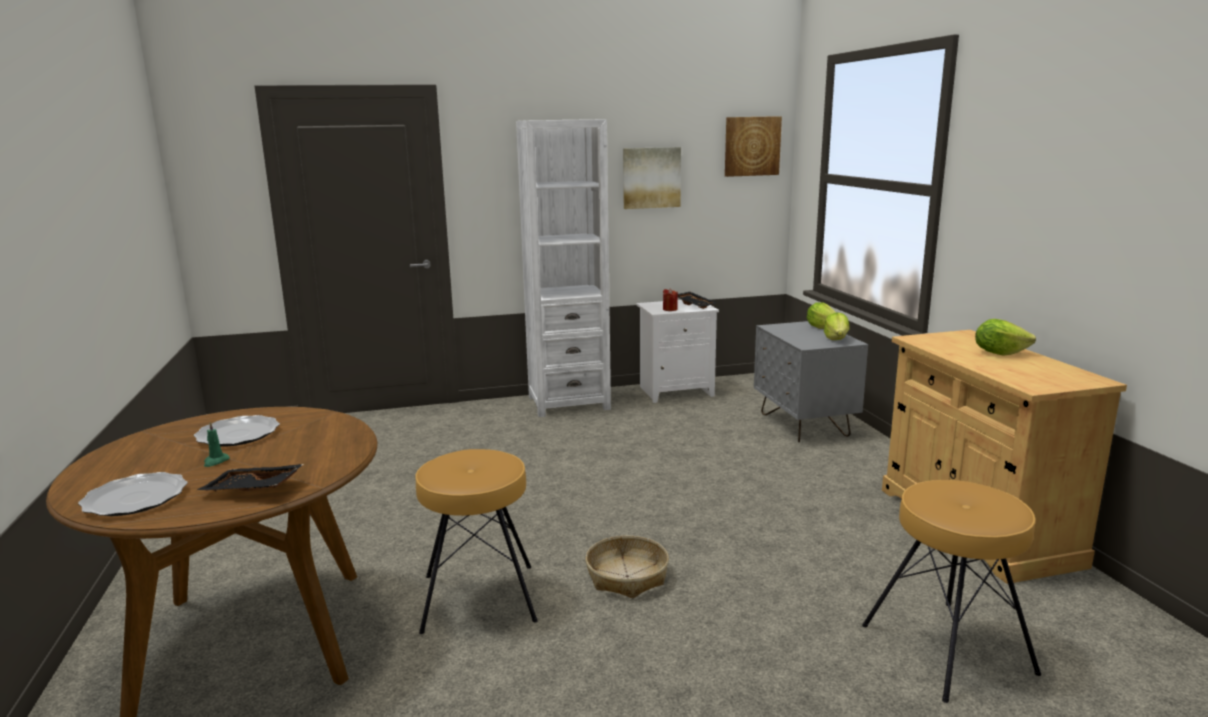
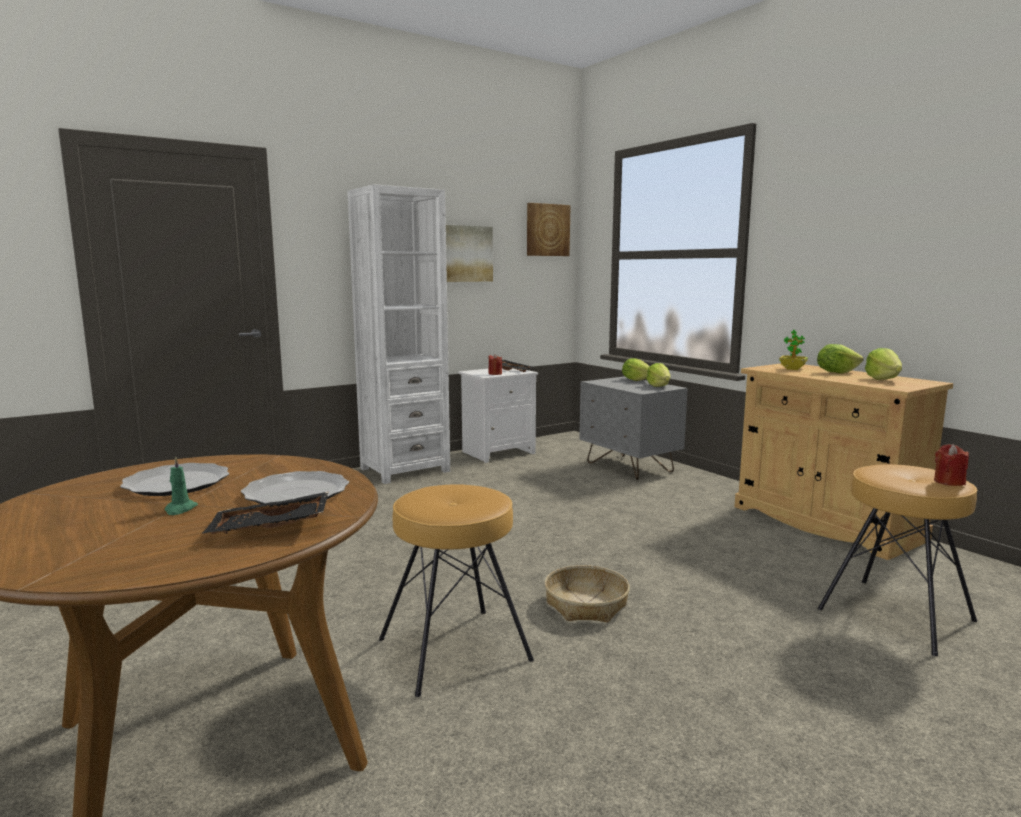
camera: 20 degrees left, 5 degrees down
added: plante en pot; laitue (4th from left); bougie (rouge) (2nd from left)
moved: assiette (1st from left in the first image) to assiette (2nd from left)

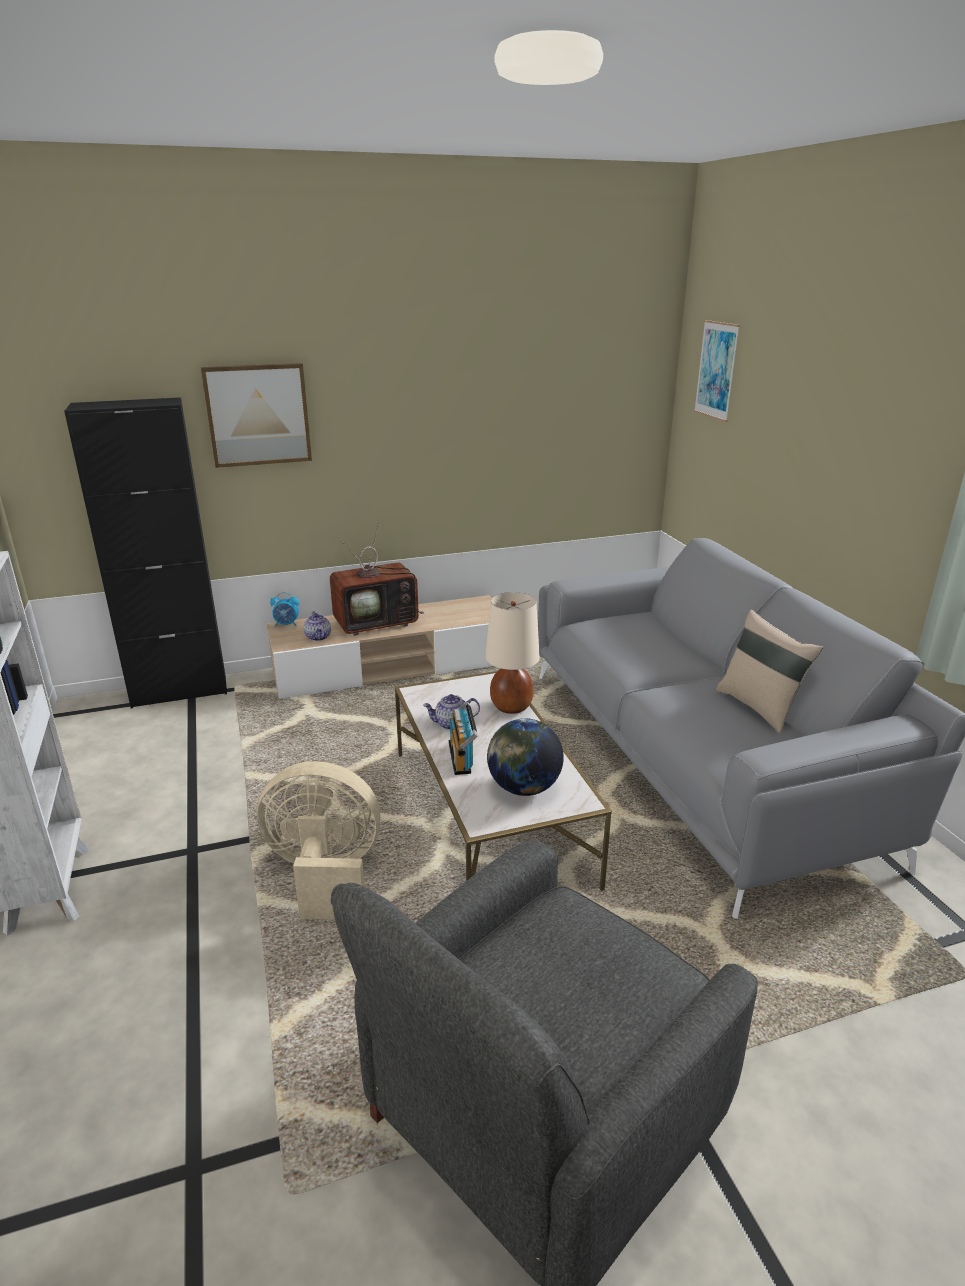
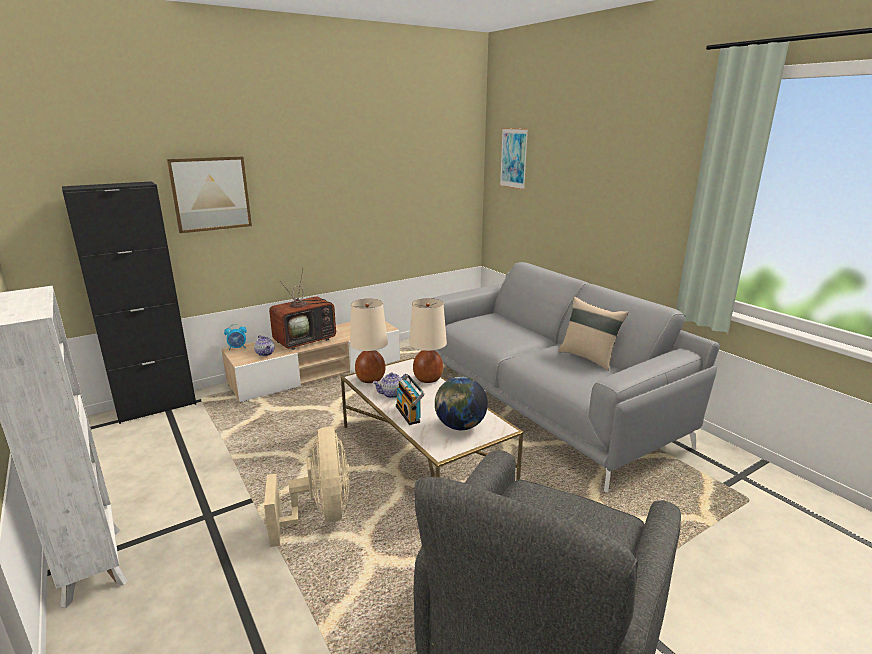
camera: 15 degrees left, 5 degrees down
added: lampe de table (beige) (1st from left)
turned: ventilateur (beige) 90 degrees clockwise

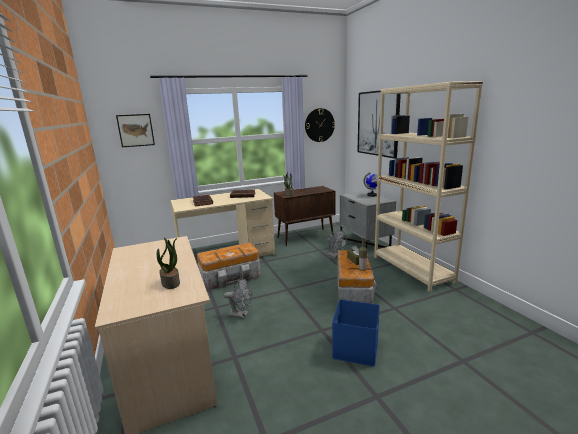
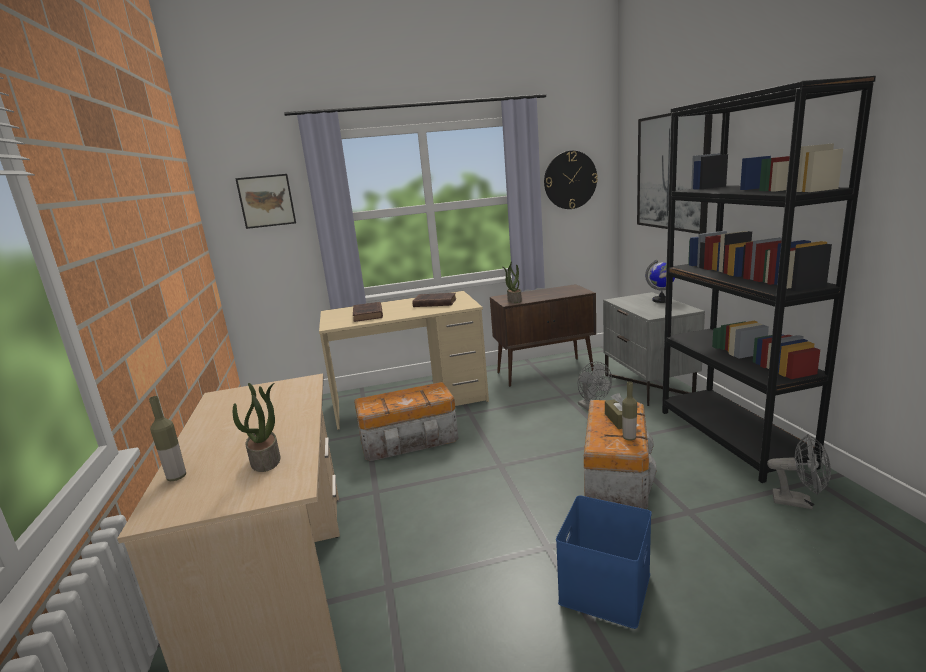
camera: 10 degrees right, 0 degrees up
added: bouteille (1st from left)
moved: ventilateur (gris) (1st from left in the first image) to ventilateur (gris) (2nd from left)
recoloured: bibliothèque (beige) to bibliothèque (noir)

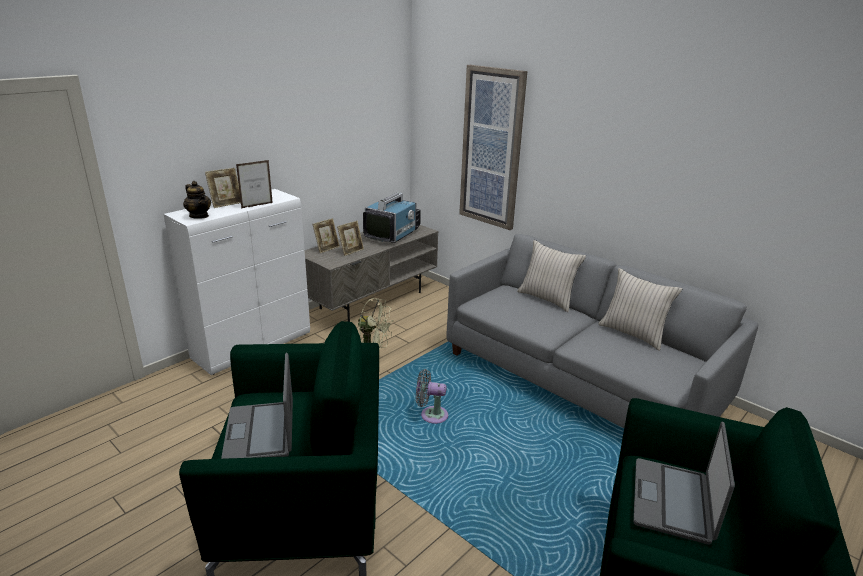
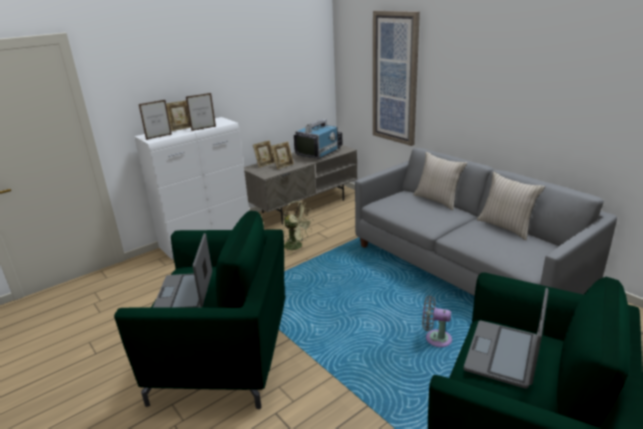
camera: 10 degrees right, 0 degrees up
moved: ventilateur (gris)
replaced: théière to cadre photo (1st from left)

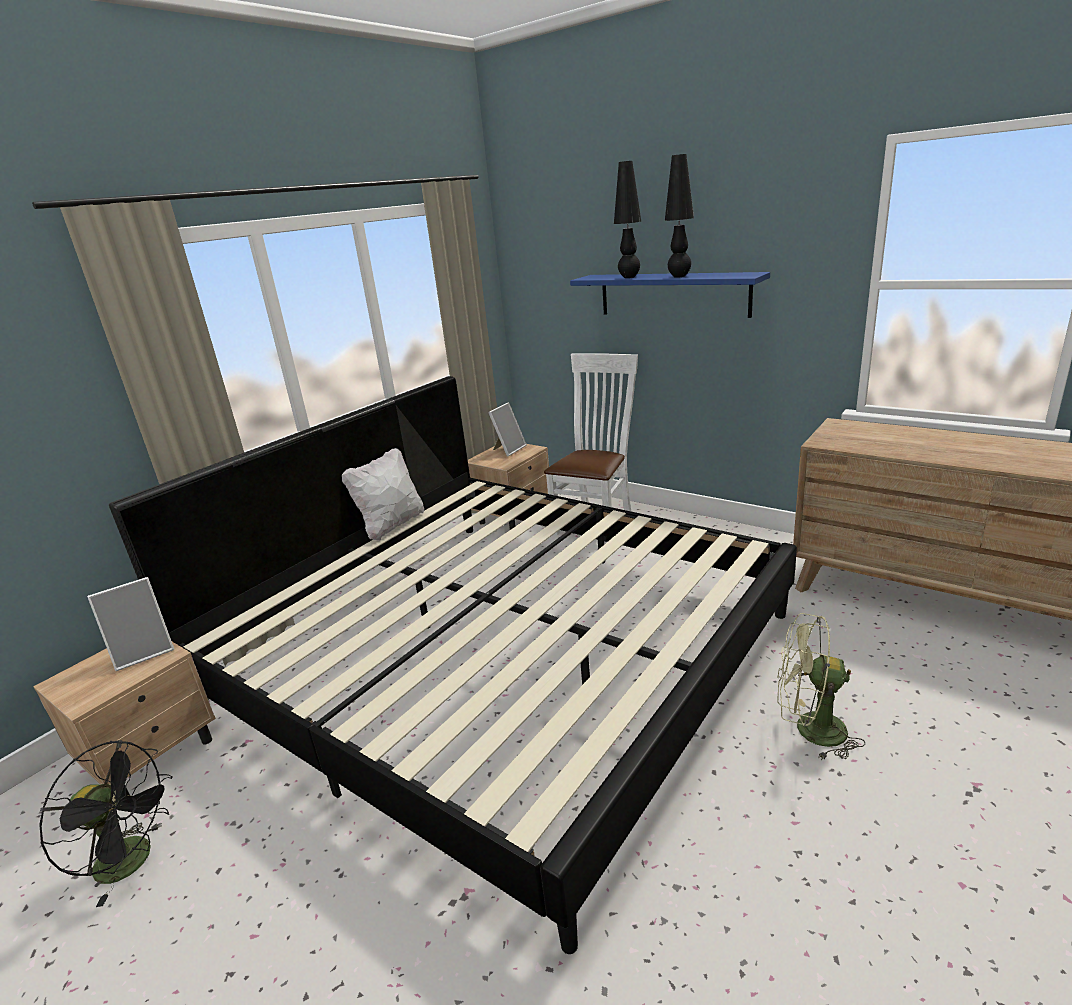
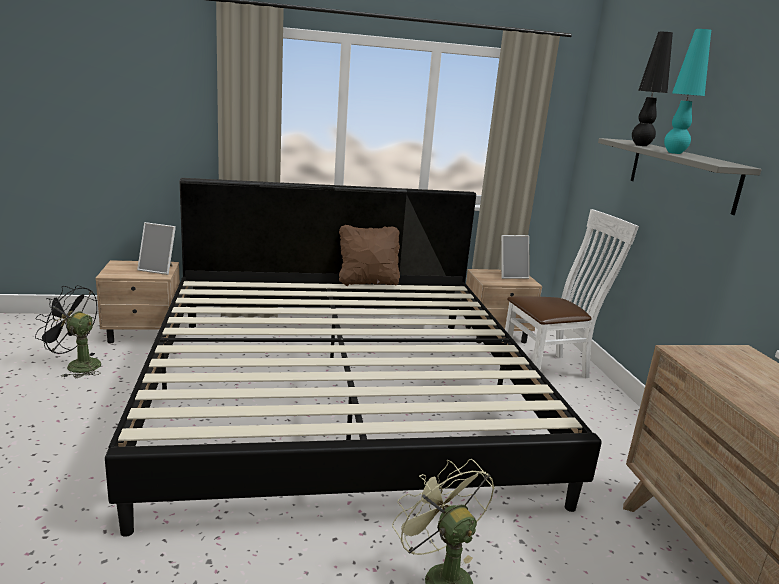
camera: 40 degrees right, 5 degrees down
recoloured: coussin (blanc) to coussin (marron); étagère (bleu) to étagère (gris); lampe de table (noir) (2nd from left) to lampe de table (turquoise)
turned: ventilateur (noir) 135 degrees clockwise

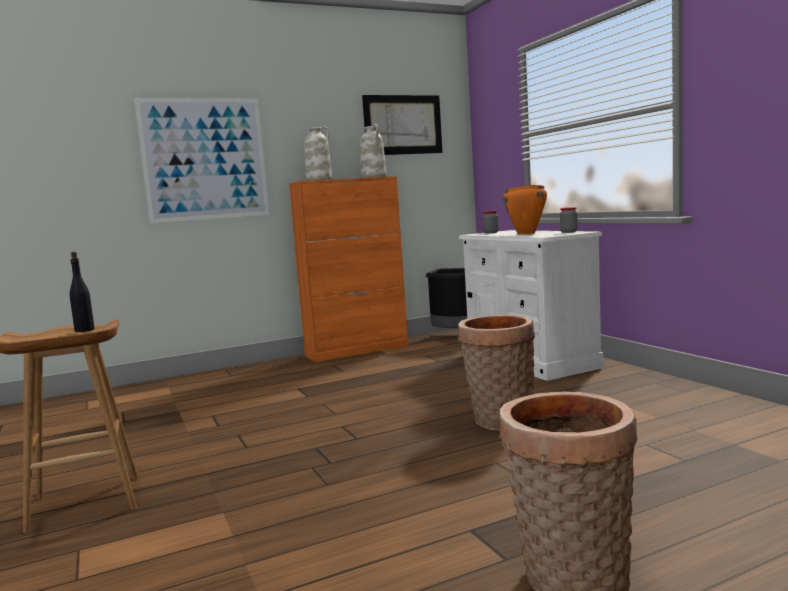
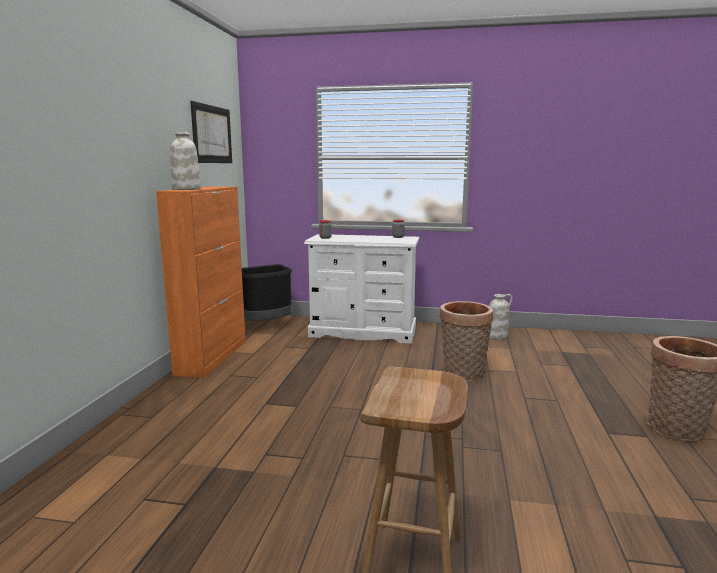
camera: 55 degrees left, 5 degrees up
removed: bouteille (noir); tableau (1st from left); marmite (orange)
moved: vase (blanc) (2nd from left)

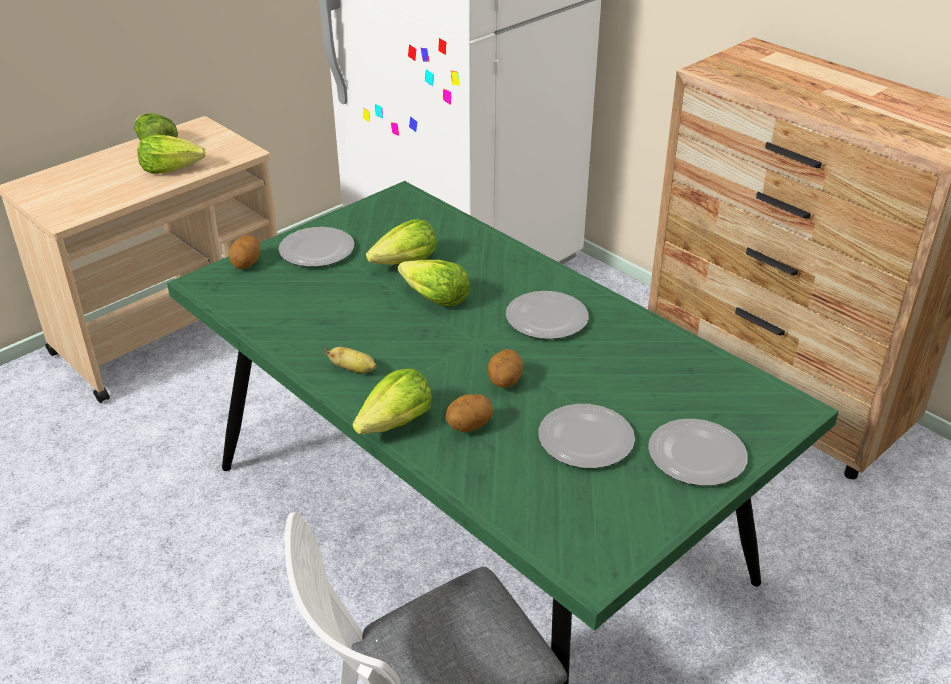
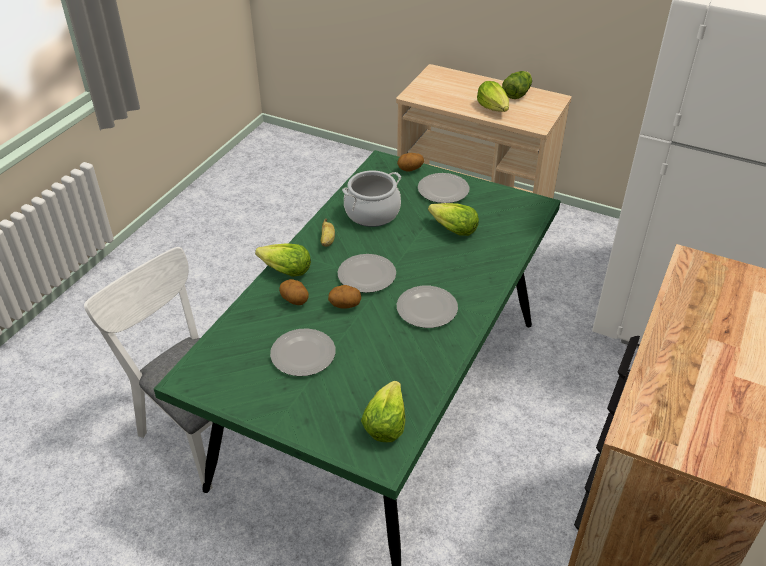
camera: 70 degrees right, 5 degrees up
added: marmite
moved: laitue (5th from left in the first image) to laitue (2nd from left); assiette (4th from left in the first image) to assiette (2nd from left)

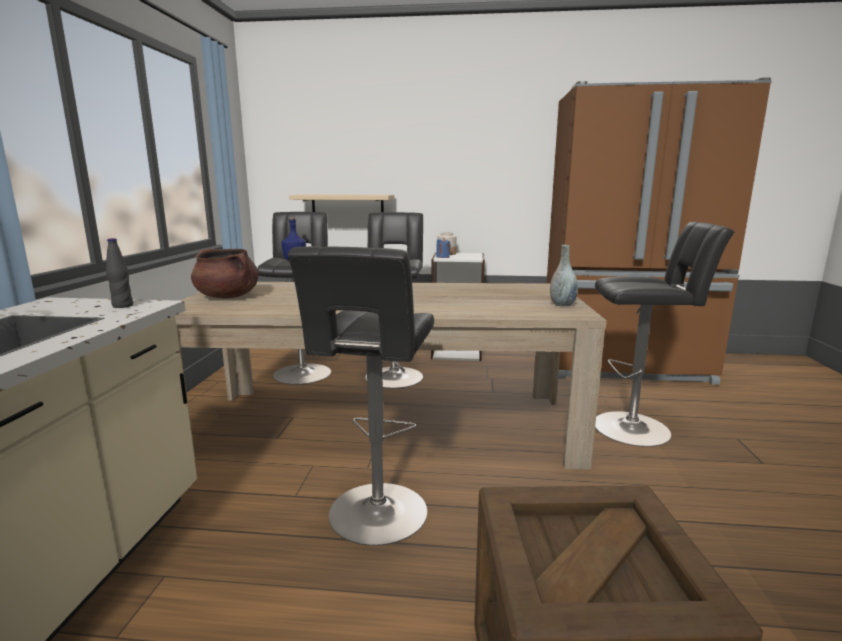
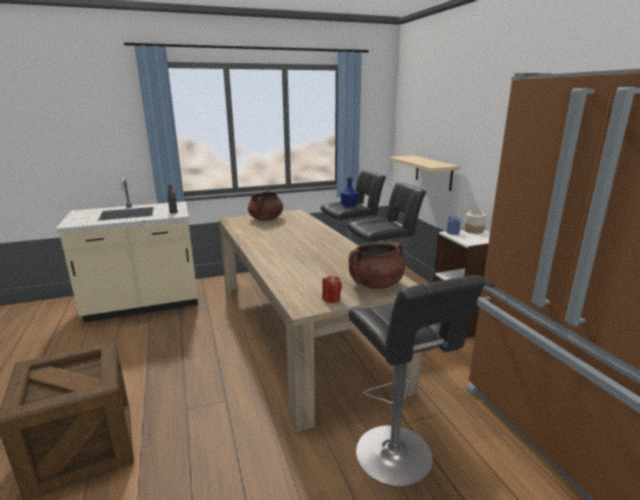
camera: 65 degrees right, 5 degrees up
removed: tabouret (noir) (2nd from left)
added: marmite (marron) (2nd from left)
replaced: vase (gris) to bougie (rouge)

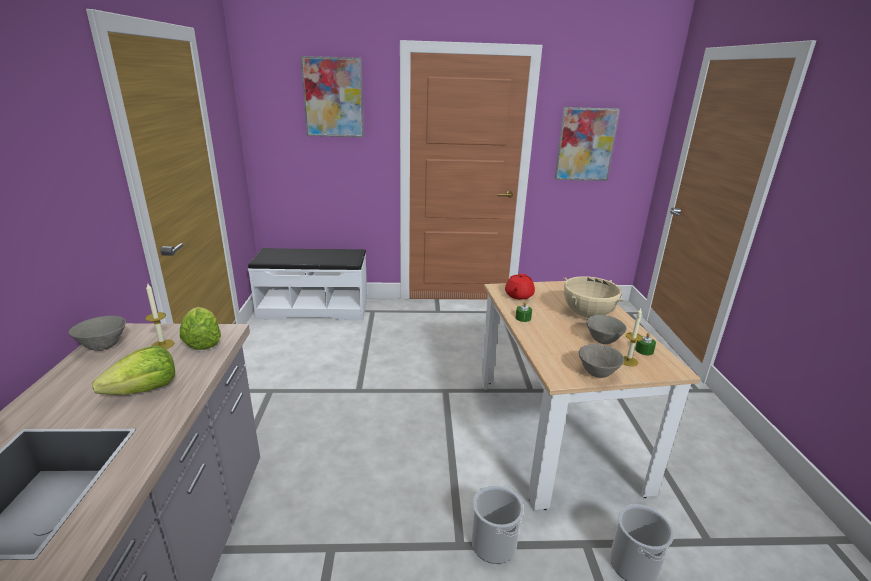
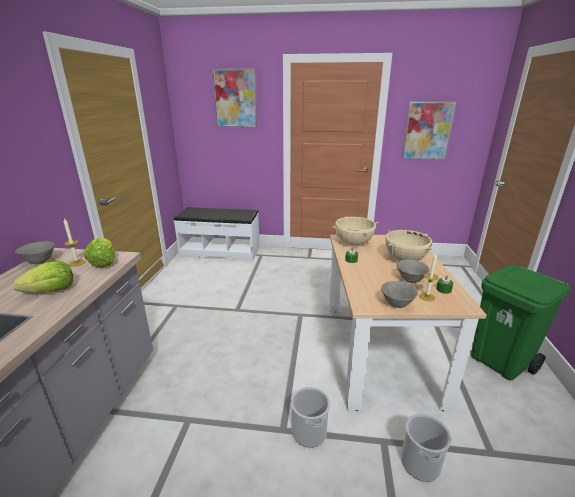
camera: 10 degrees right, 0 degrees up
added: poubelle (vert)
replaced: théière (rouge) to marmite (beige) (1st from left)

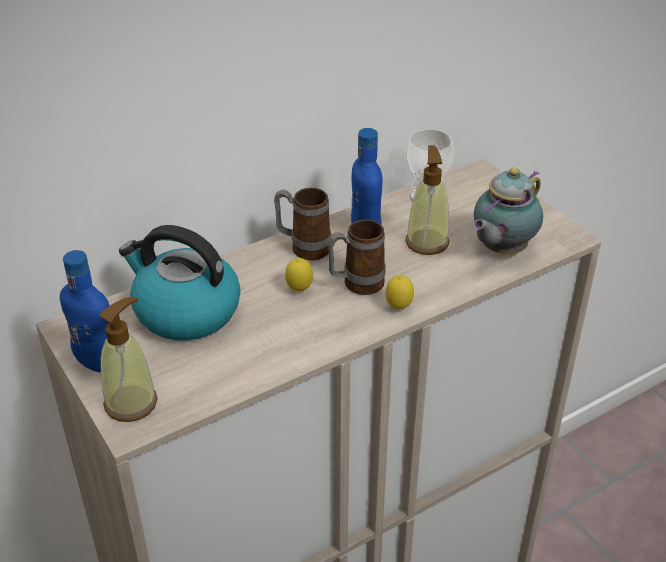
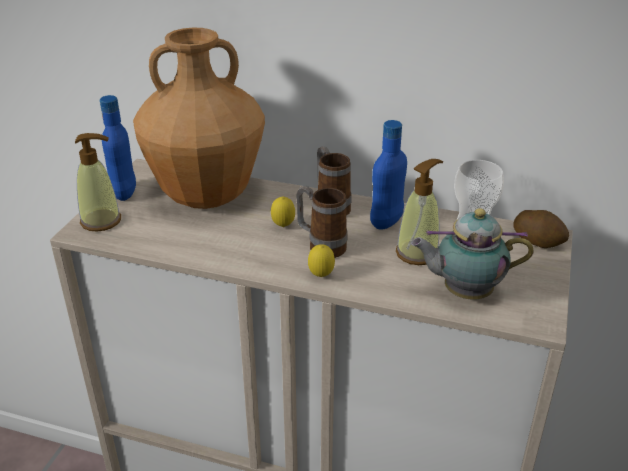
camera: 50 degrees right, 5 degrees down
added: pomme de terre
replaced: bouilloire to vase (marron)

